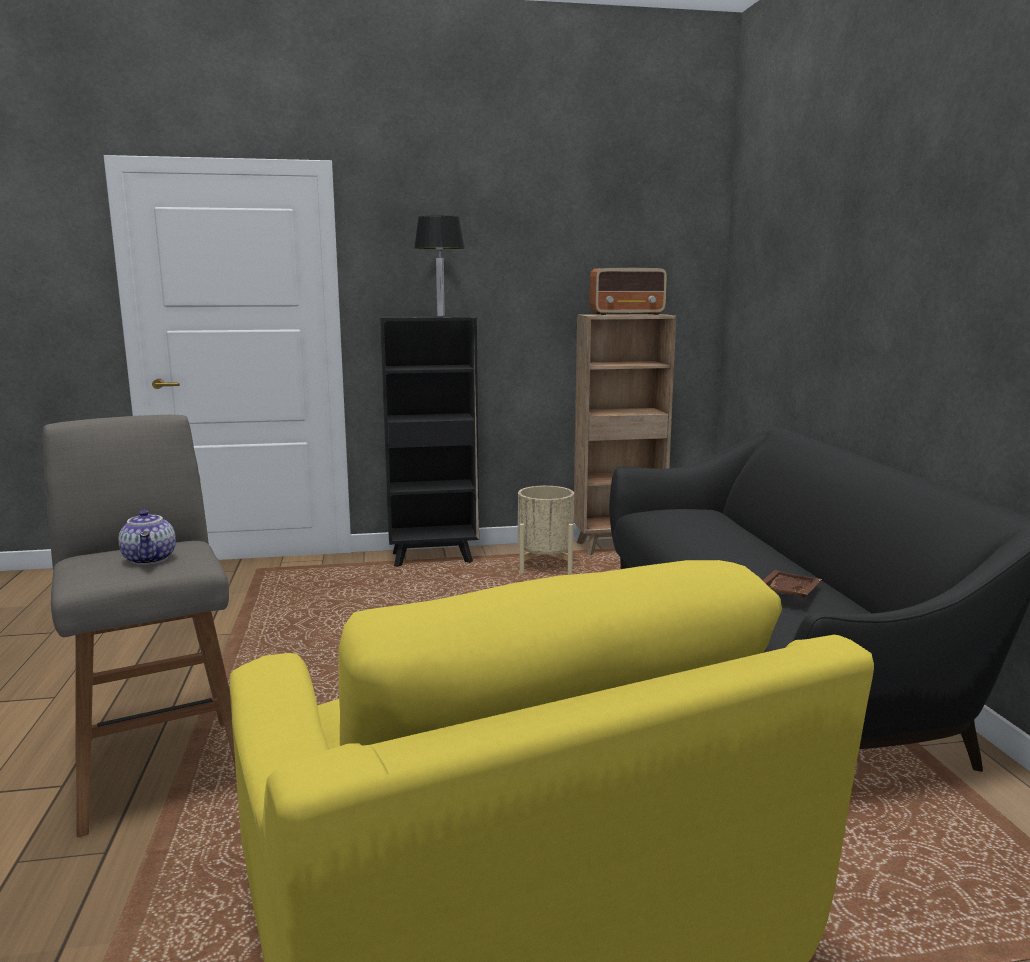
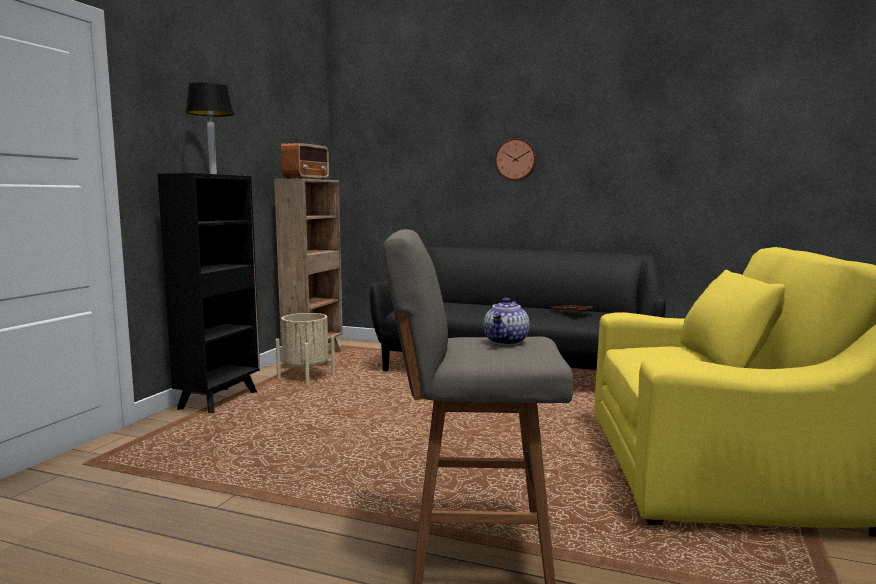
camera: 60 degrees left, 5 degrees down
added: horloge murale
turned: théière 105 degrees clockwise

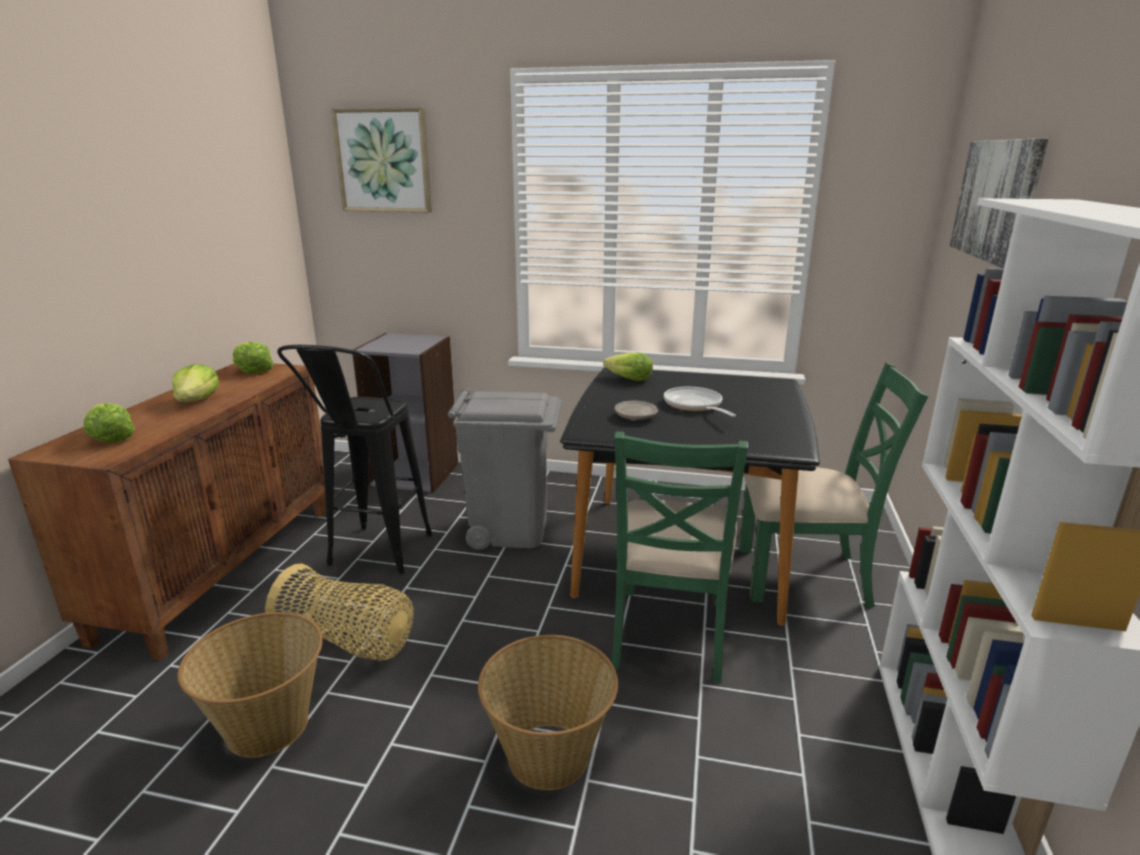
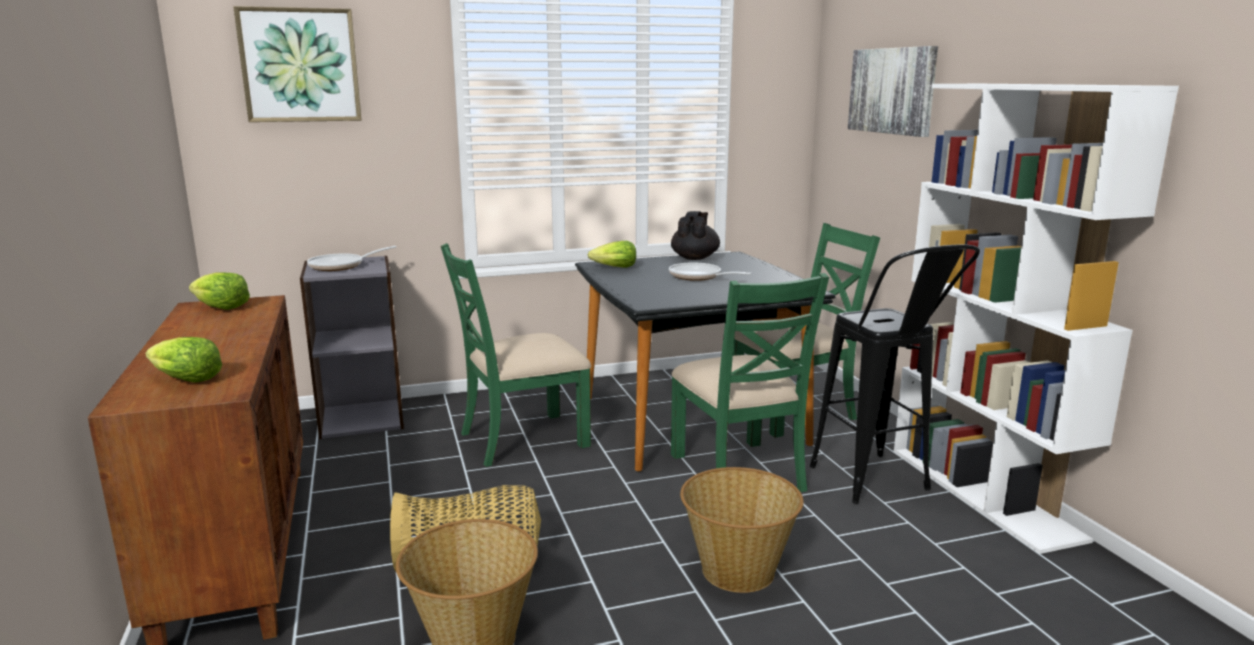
camera: 30 degrees left, 5 degrees down
removed: laitue (2nd from left); assiette (beige)
added: poêle (1st from left); théière (noir)
moved: tabouret (noir)
replaced: poubelle (gris) to chaise (vert) (1st from left)

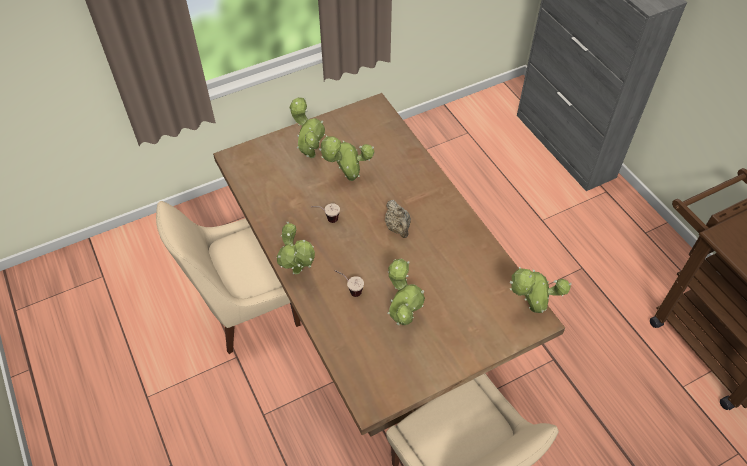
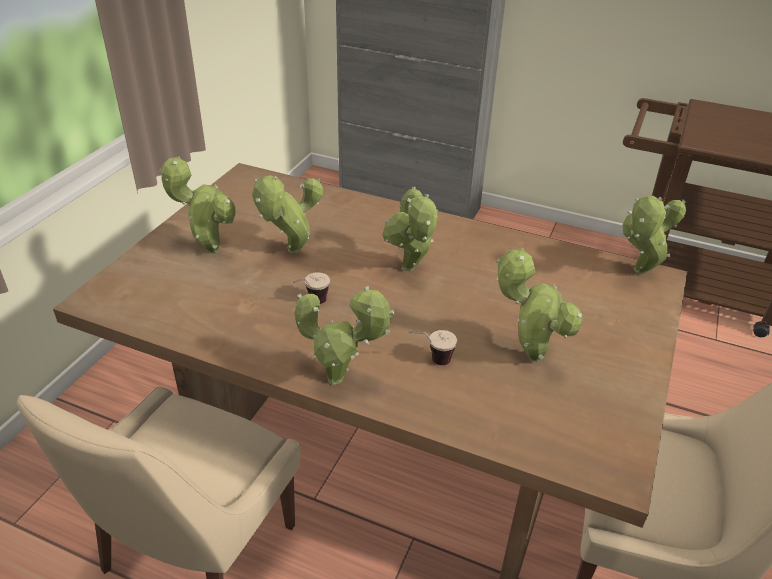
camera: 40 degrees left, 15 degrees down
replaced: théière (beige) to plante en pot (4th from left)

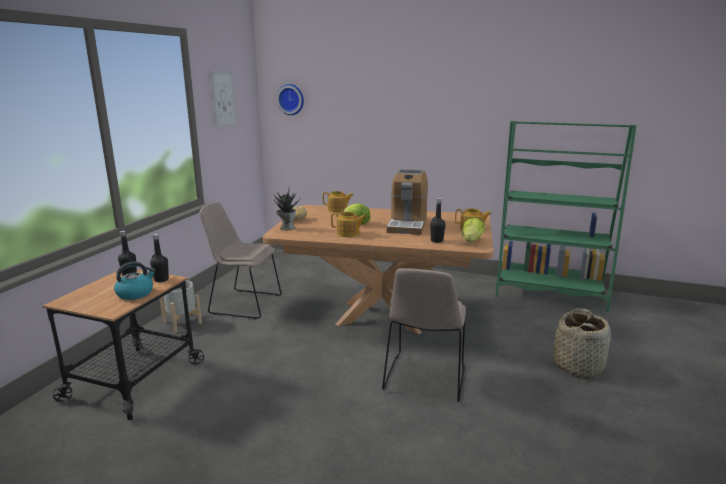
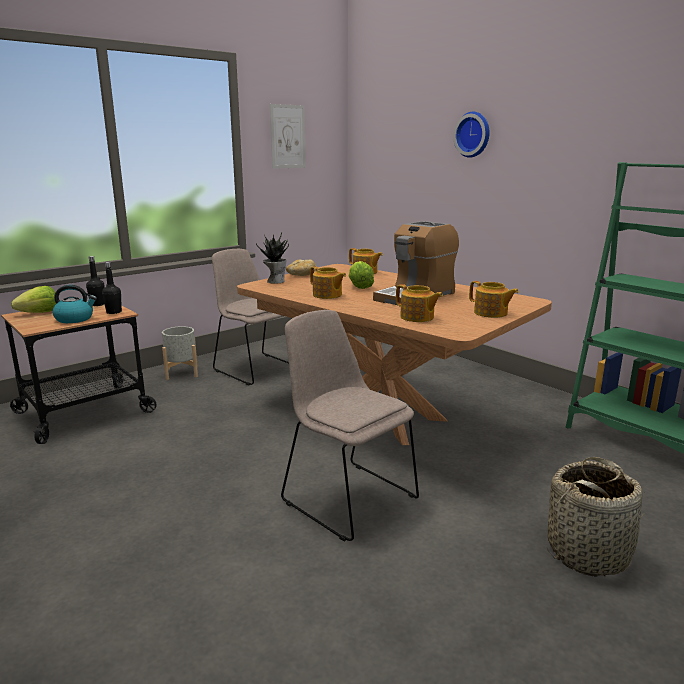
camera: 30 degrees right, 0 degrees up
moved: horloge murale; laitue (2nd from left in the first image) to laitue (1st from left)
replaced: bouteille (noir) (3rd from left) to théière (3rd from left)
turned: chaise (beige) (2nd from left) 90 degrees clockwise

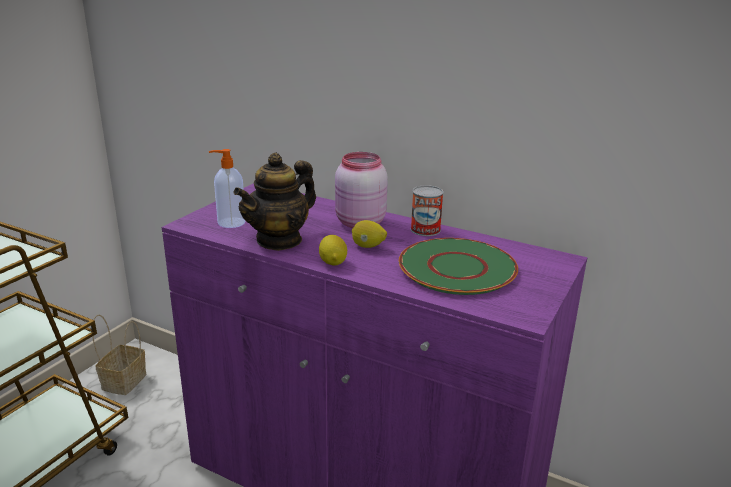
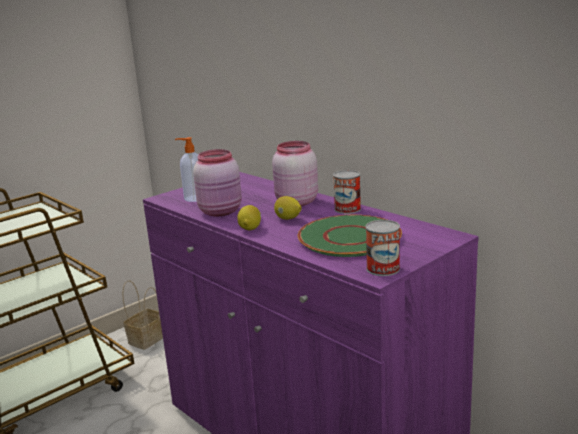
camera: 20 degrees right, 5 degrees down
added: boîte métallique (2nd from left)
replaced: théière to bocal (rose) (1st from left)

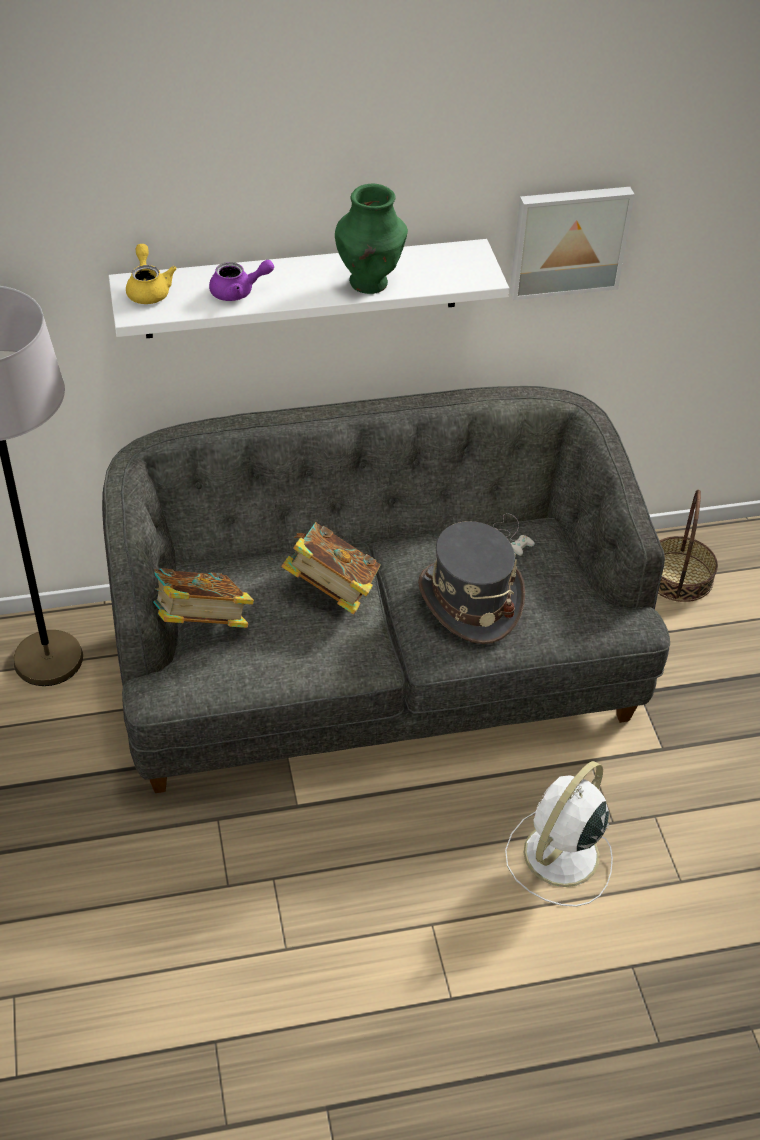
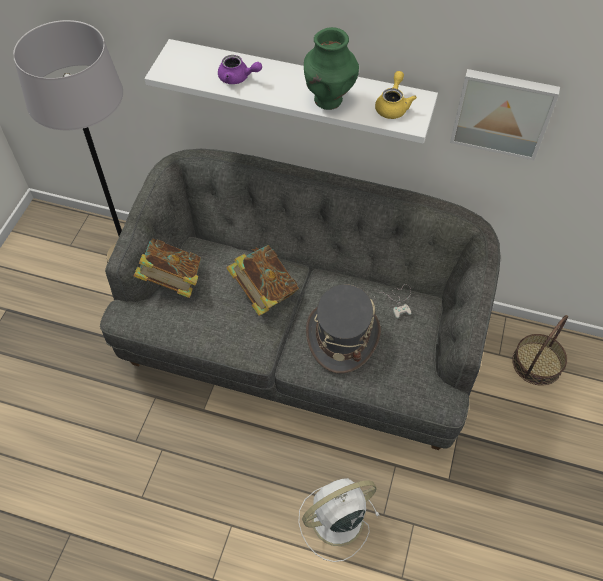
camera: 30 degrees right, 10 degrees up
moved: théière (jaune)

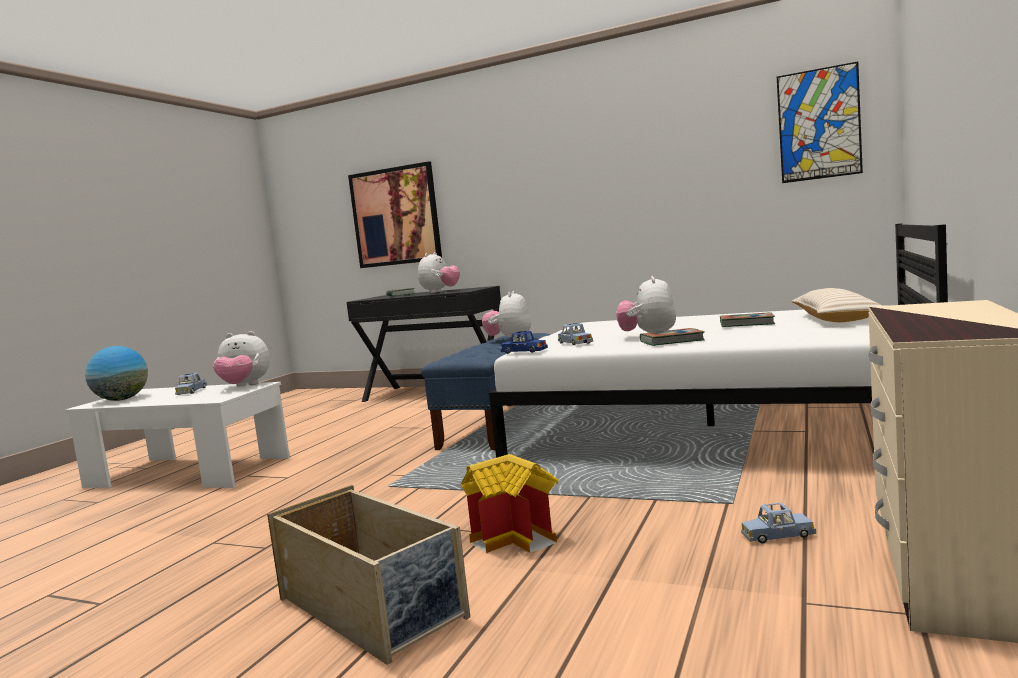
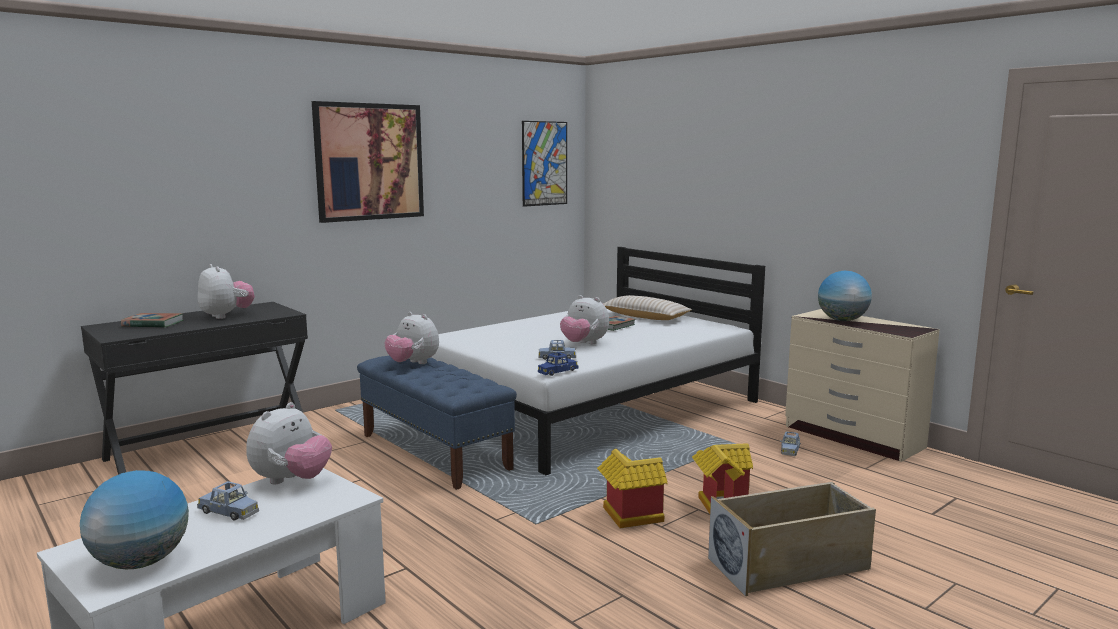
camera: 65 degrees left, 5 degrees up
removed: livre (2nd from left)
added: maison miniature (1st from left); globe (2nd from left)
moved: tableau (1st from left)

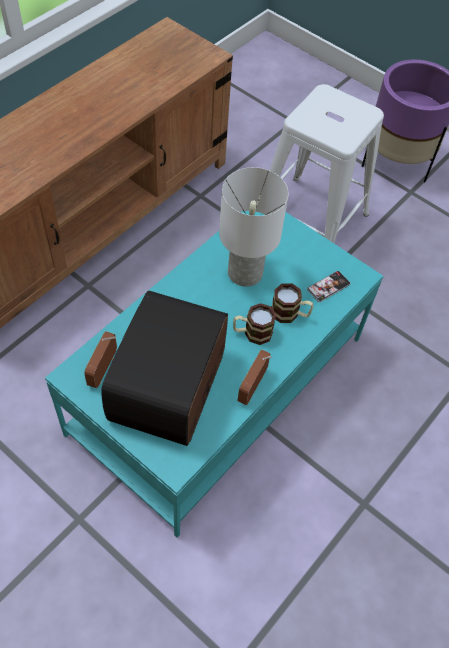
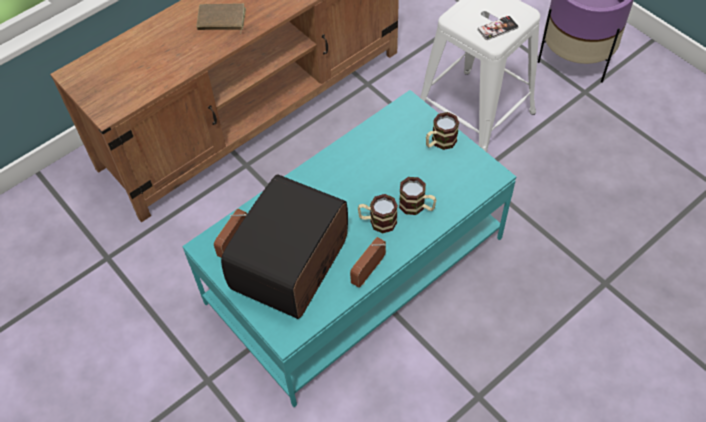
camera: 15 degrees right, 0 degrees up
removed: lampe de table (blanc)
added: livre (marron); mug (3rd from left)
moved: téléphone

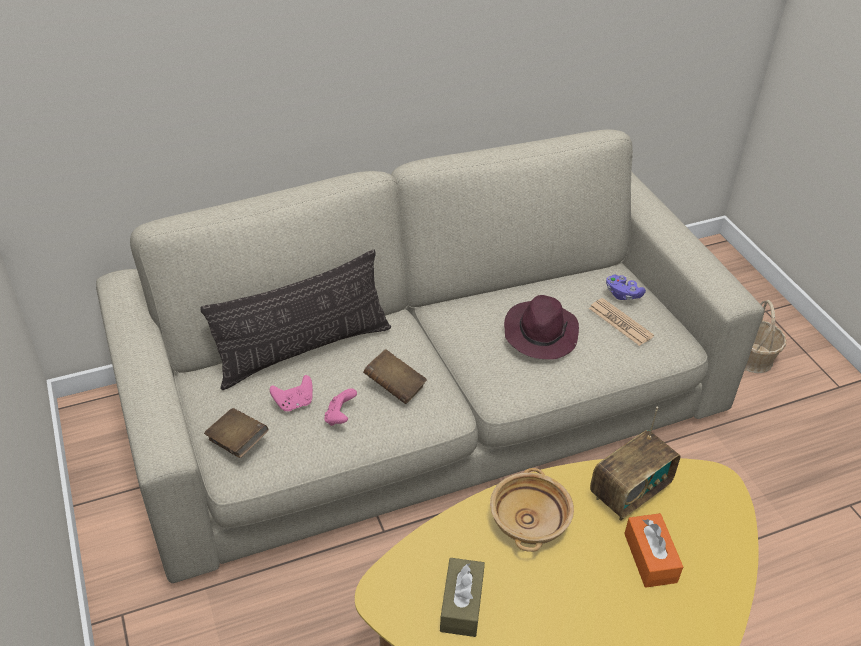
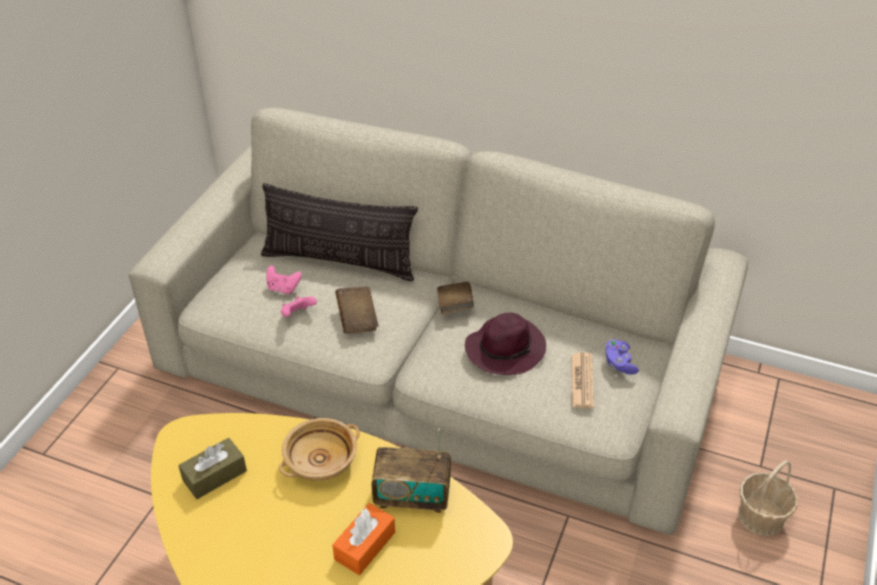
camera: 45 degrees right, 0 degrees up
moved: livre (marron) (1st from left in the first image) to livre (marron) (2nd from left)

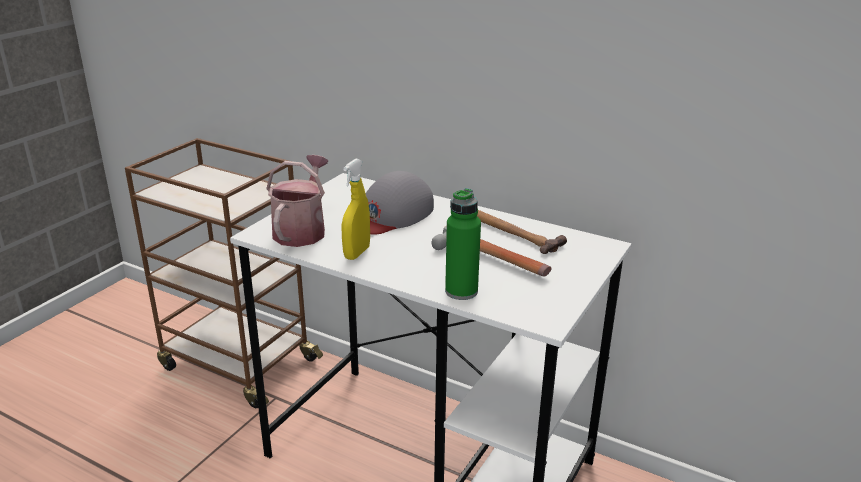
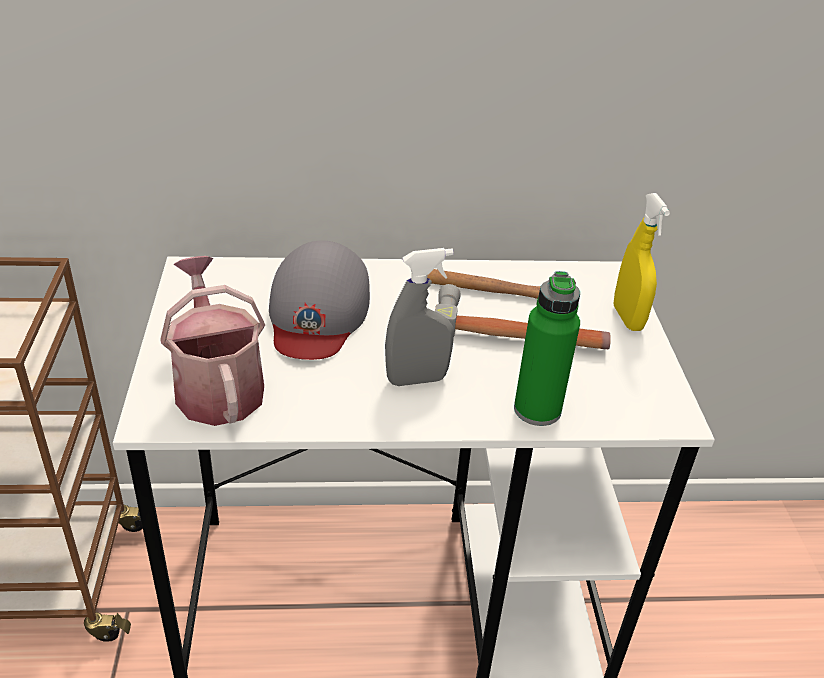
camera: 35 degrees left, 10 degrees up
added: vaporisateur (gris)
moved: vaporisateur (jaune)

